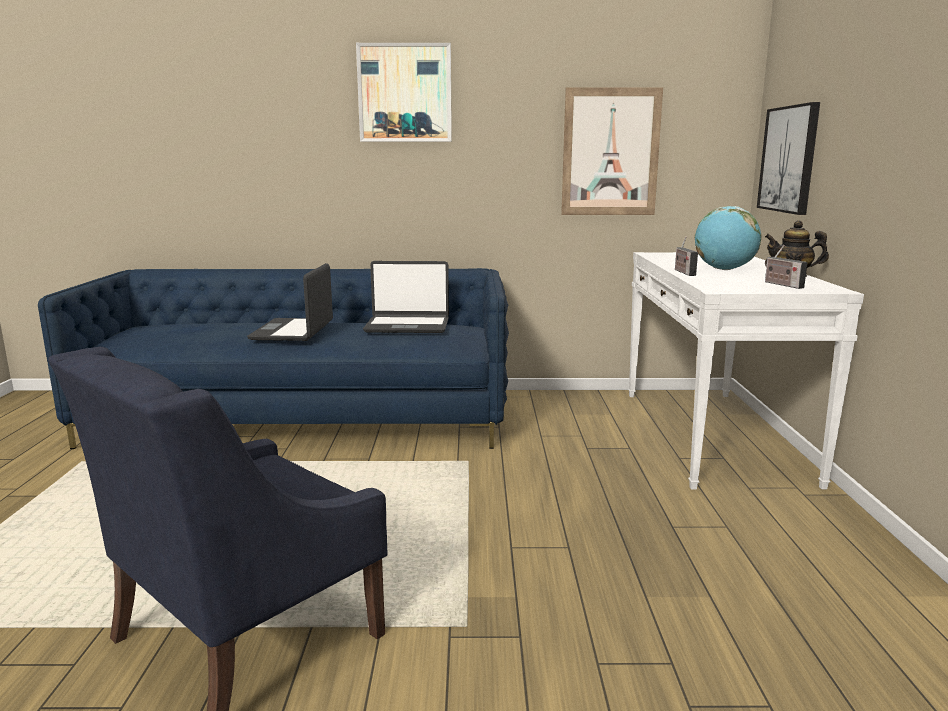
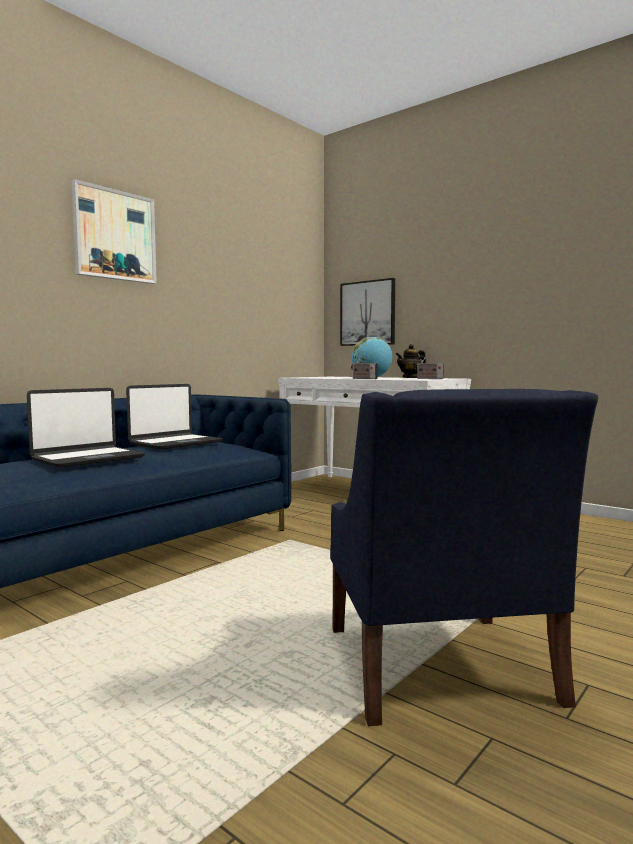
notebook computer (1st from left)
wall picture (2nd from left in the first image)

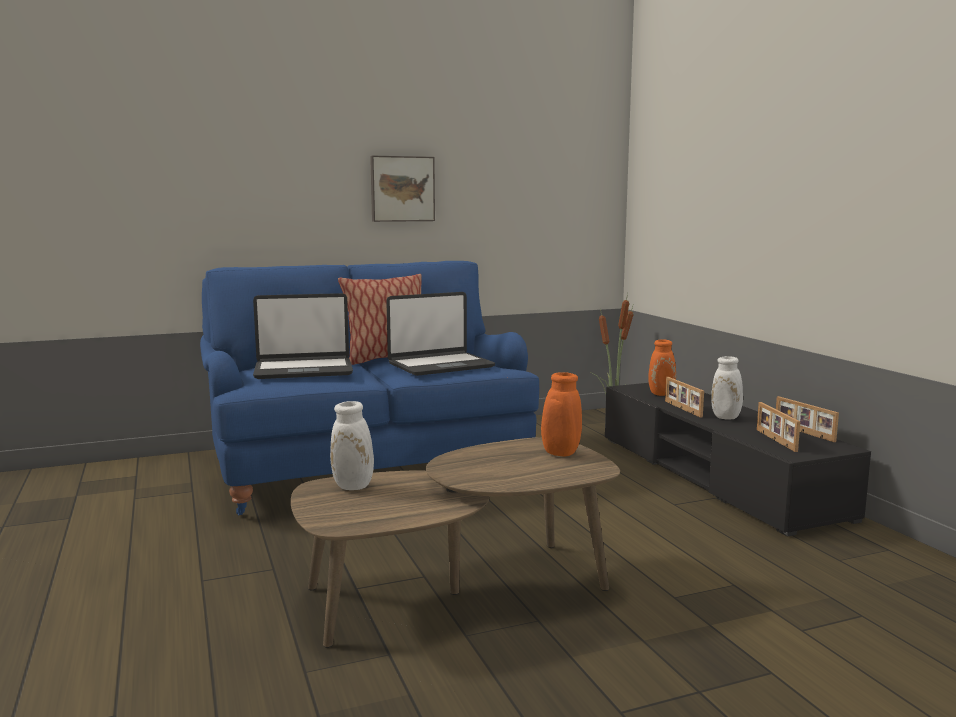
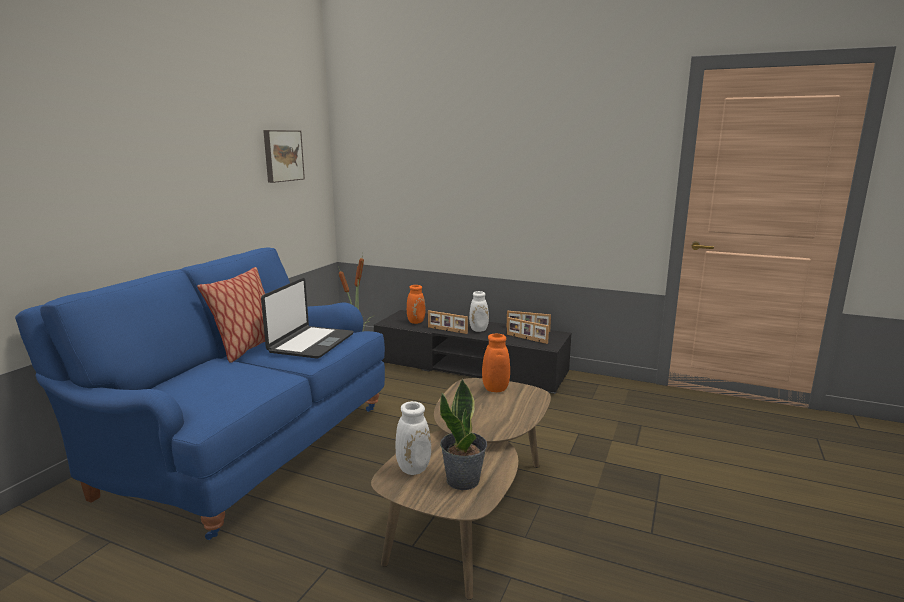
notebook computer (1st from left in the first image)
wall picture
potted plant (2nd from left)

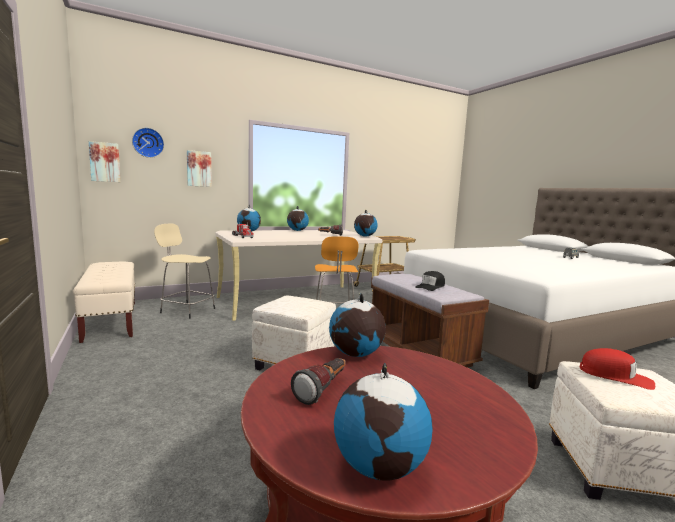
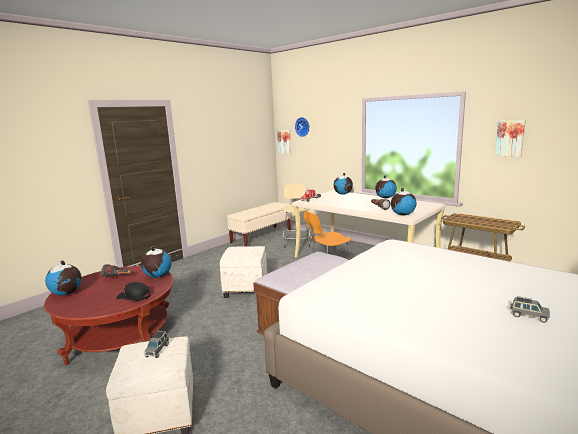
wall picture (2nd from left)
black-coloured cap
greyish model car (1st from left)

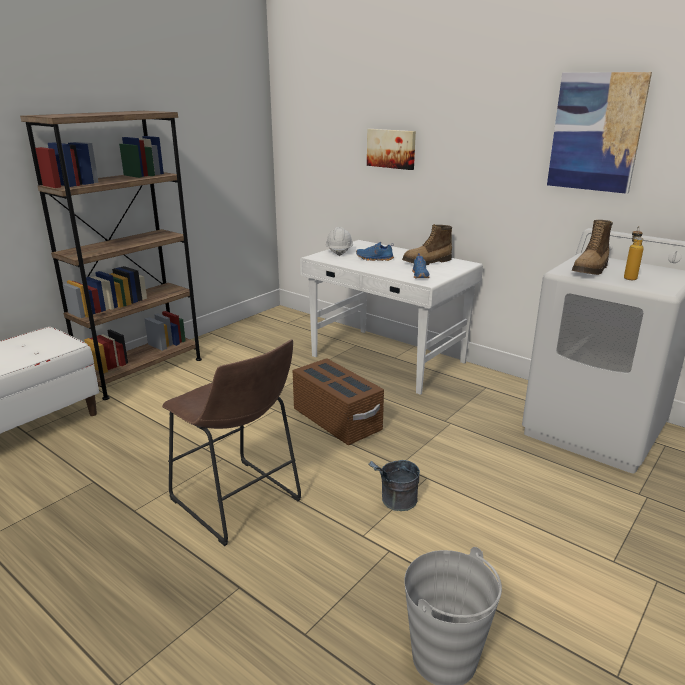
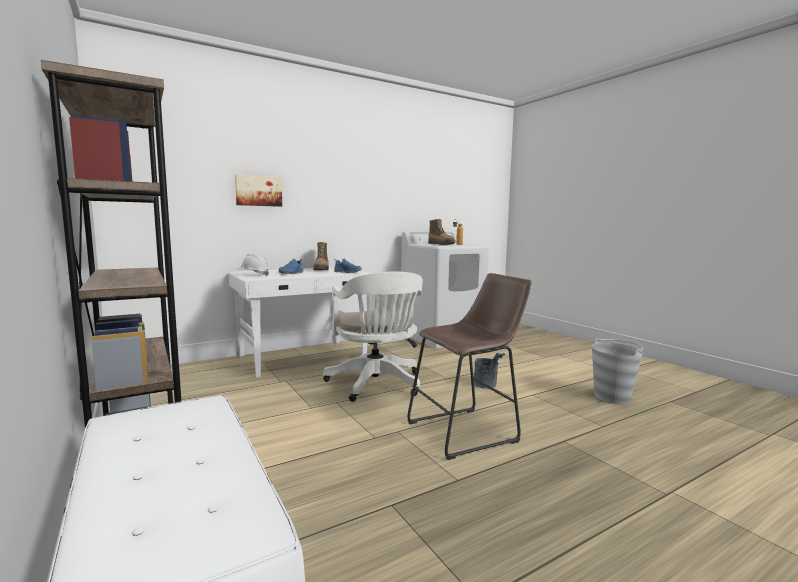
white computer chair
wall picture (2nd from left in the first image)

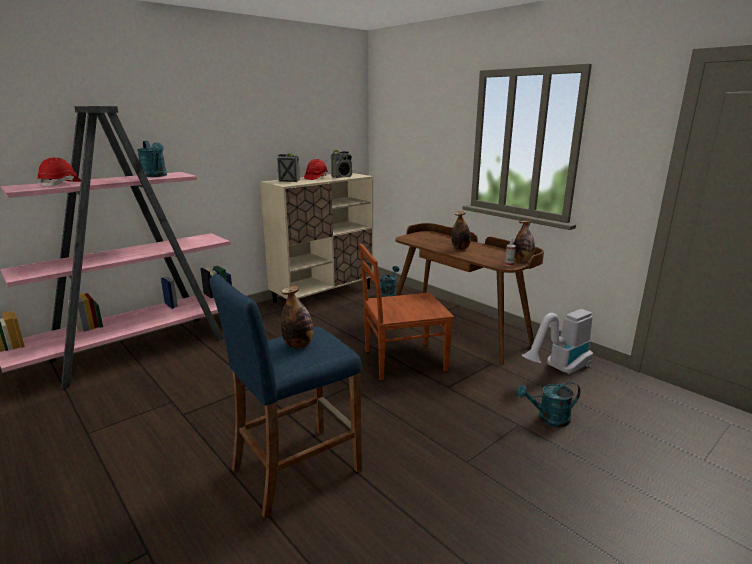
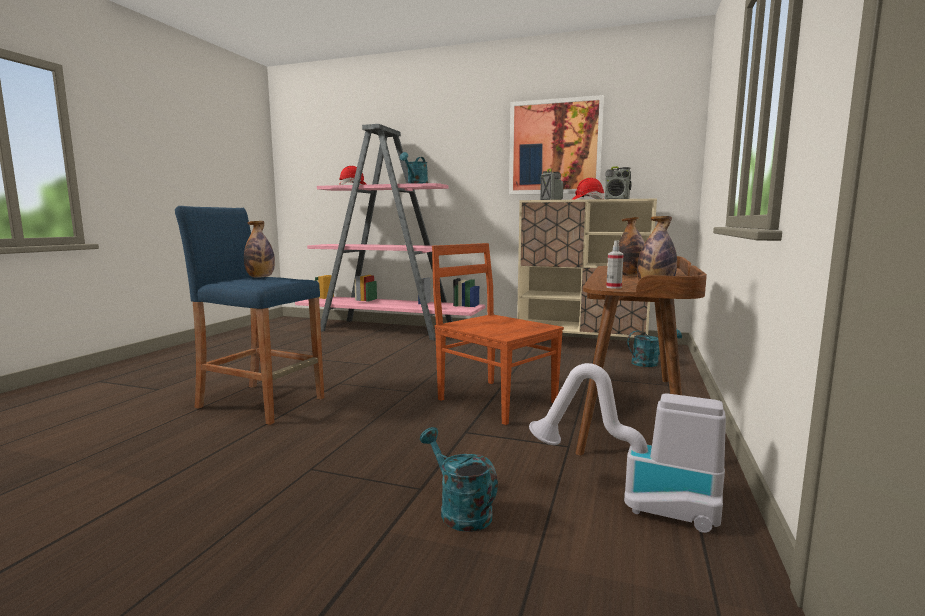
wall picture

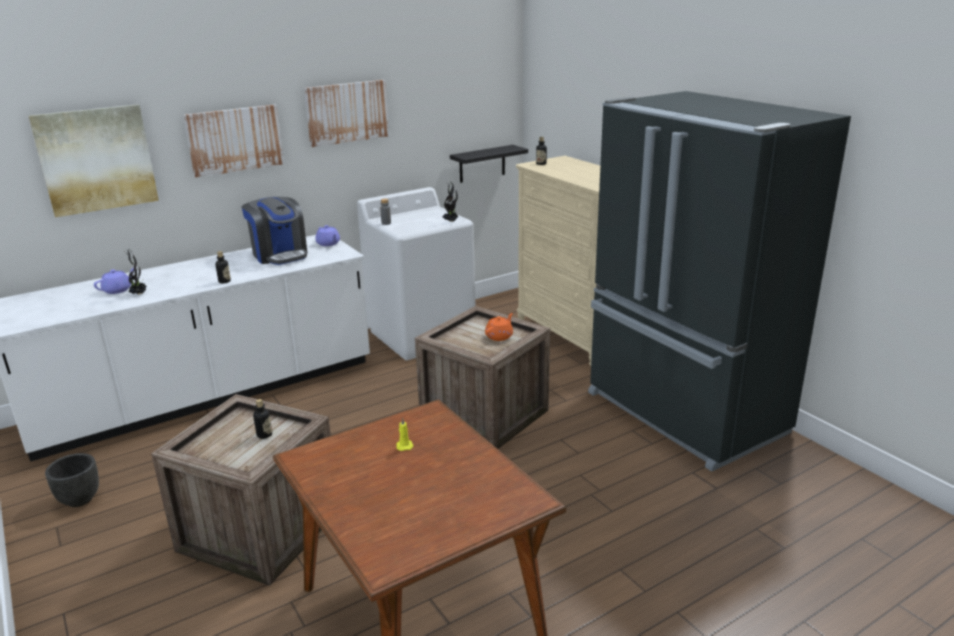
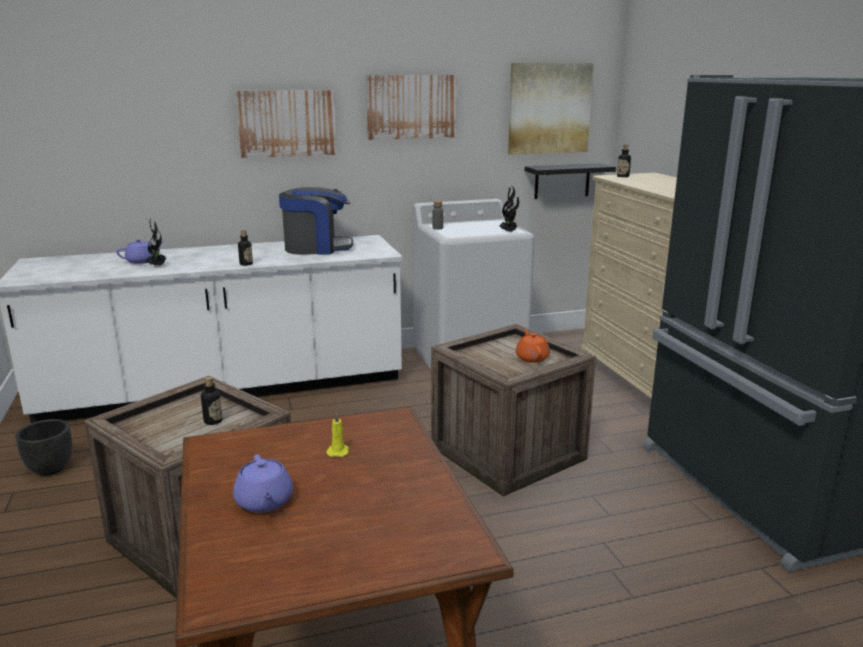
wall picture (3rd from left)
coffee brewer
purple-coloured teapot (2nd from left)
orangey teapot

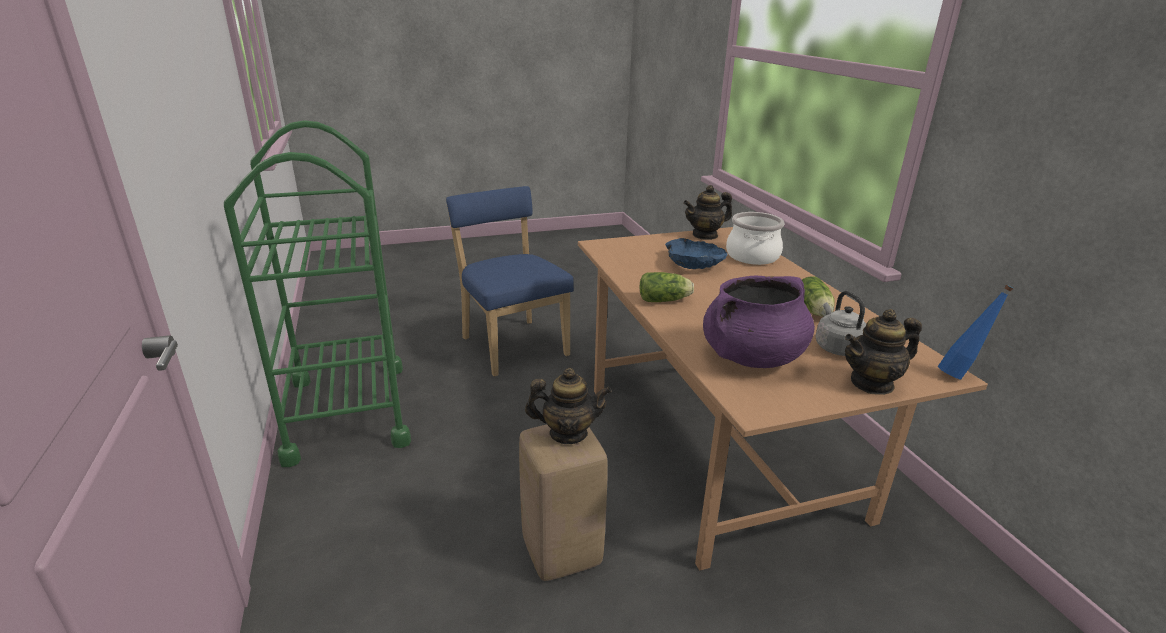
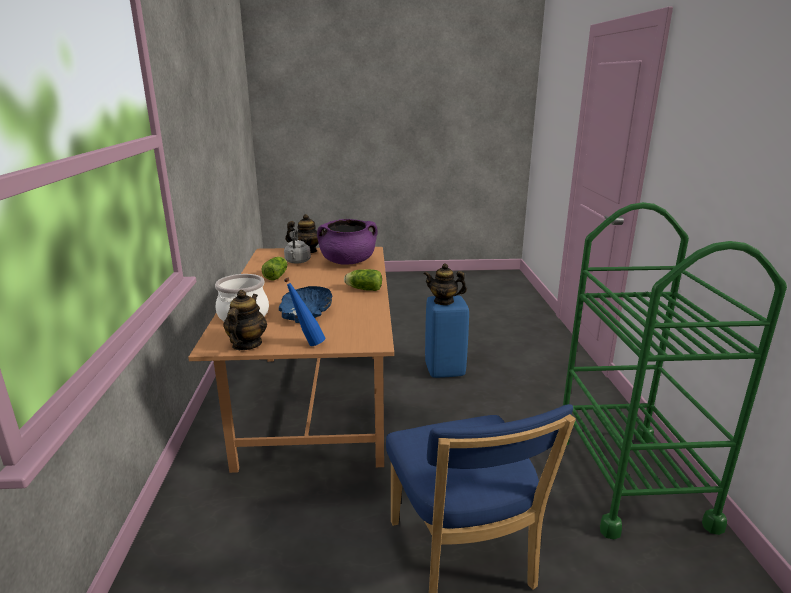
bluish stool
teapot (1st from left)
bluish bottle

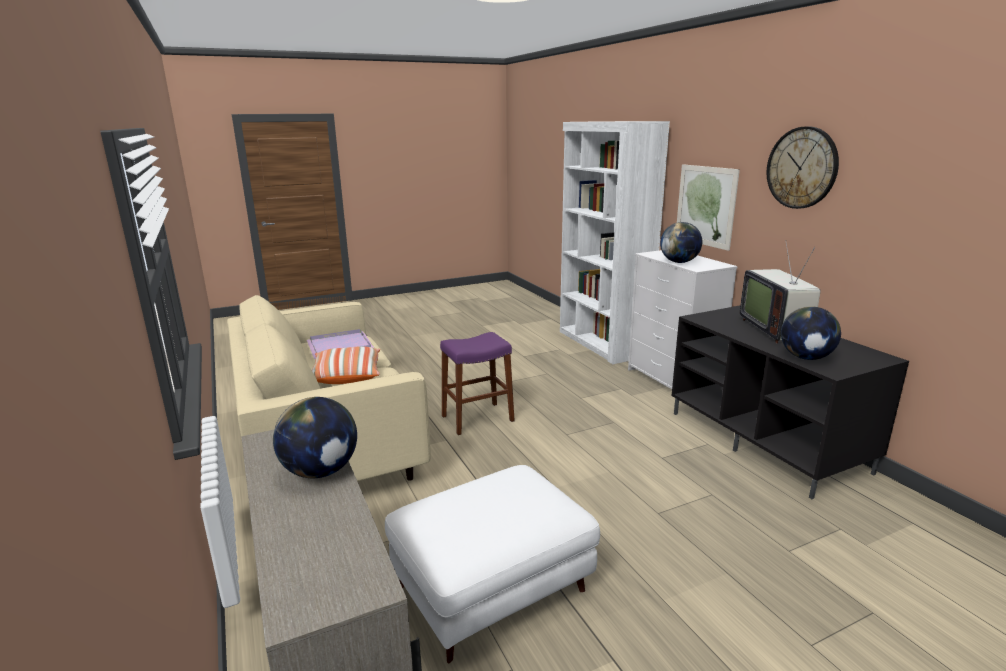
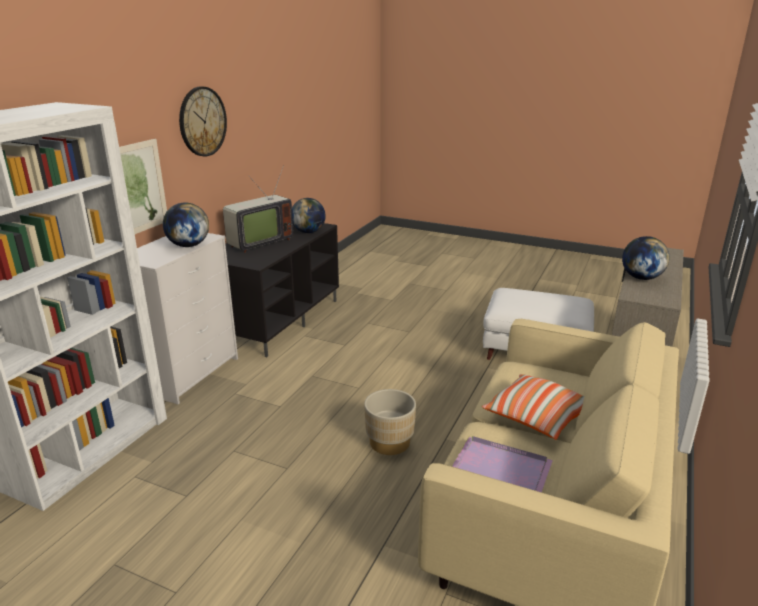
beige-coloured planter

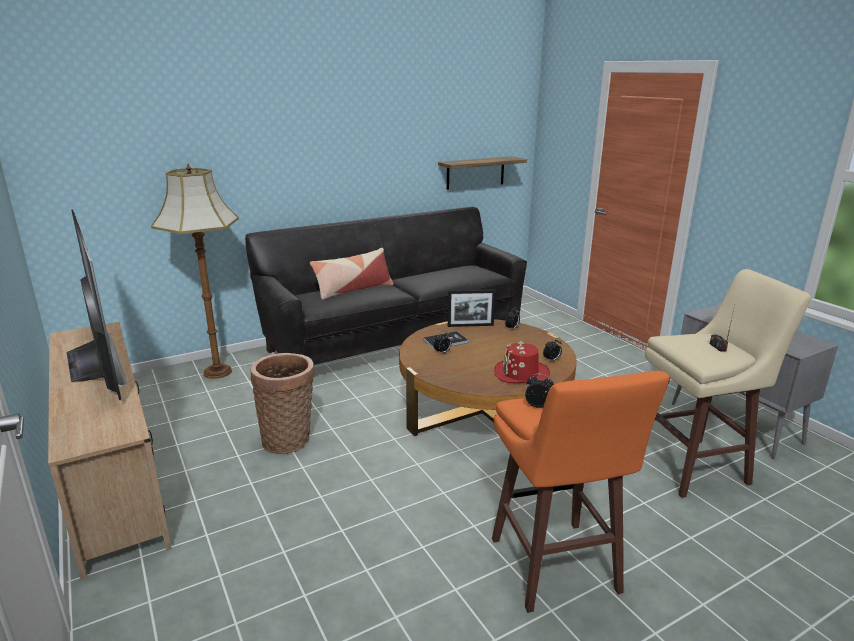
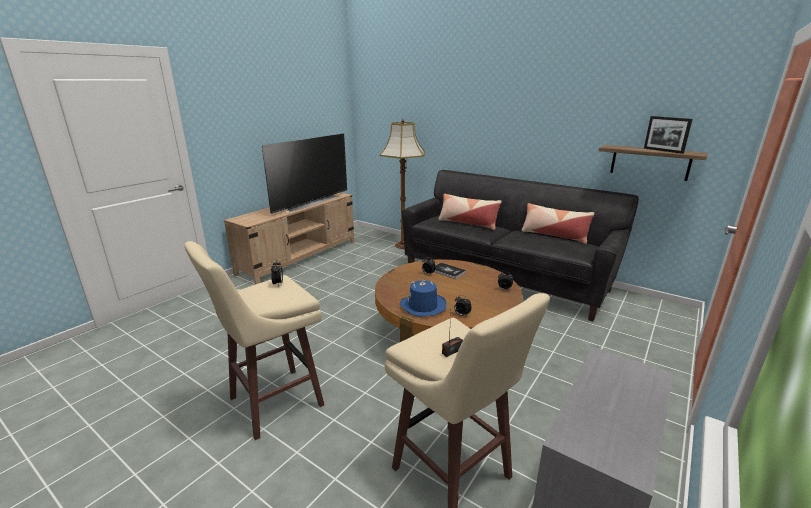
household basket
standing frame
beige-coloured stool (1st from left)
bluish clothing hat
pillow (2nd from left)

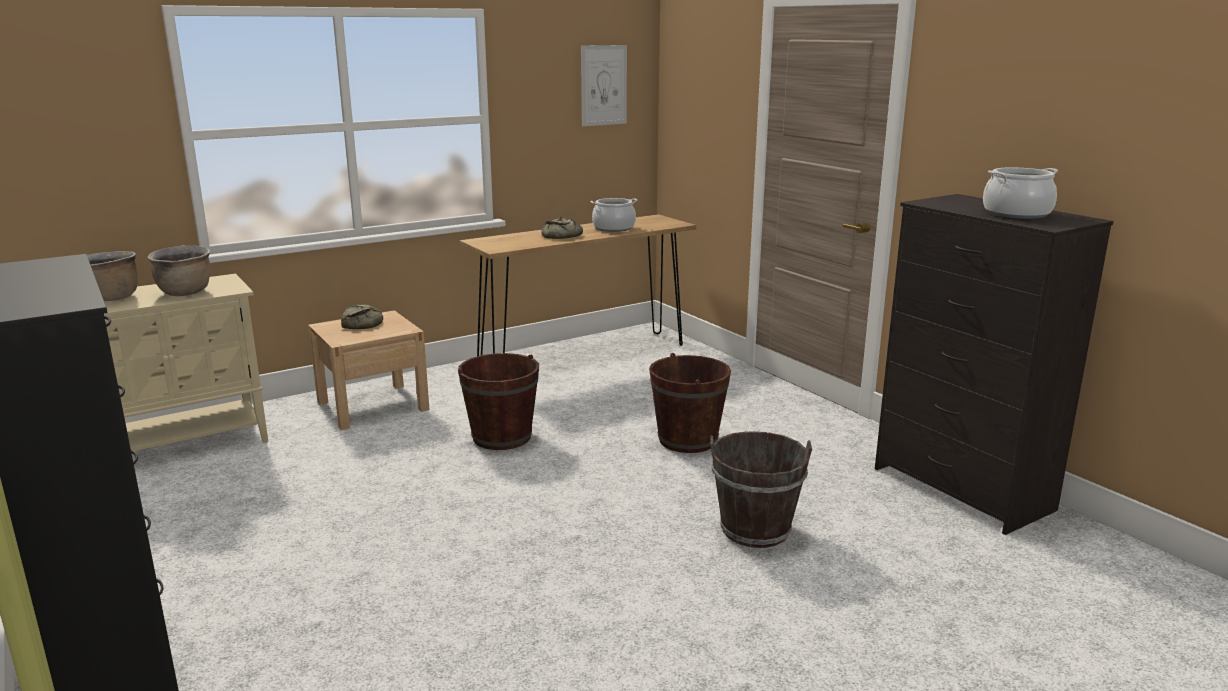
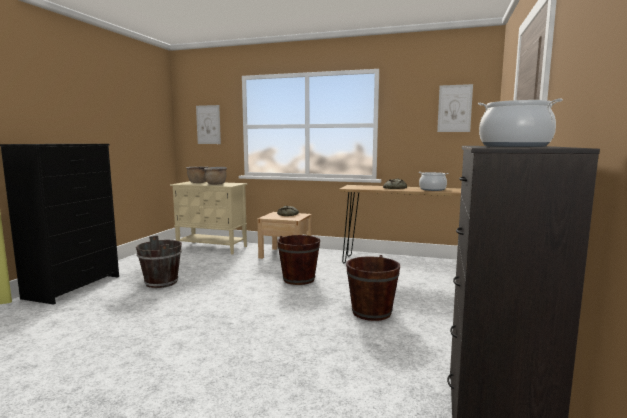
brownish water bucket (1st from left)
wall picture (1st from left)

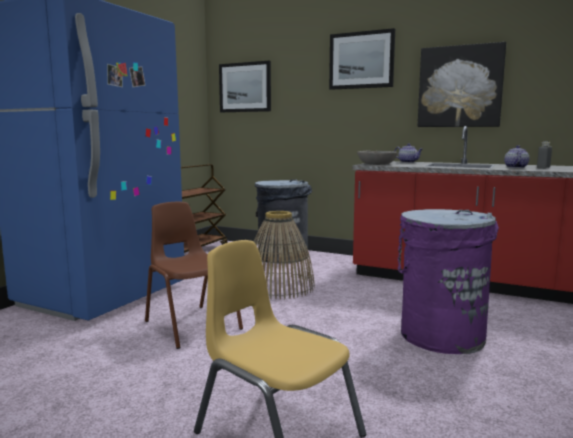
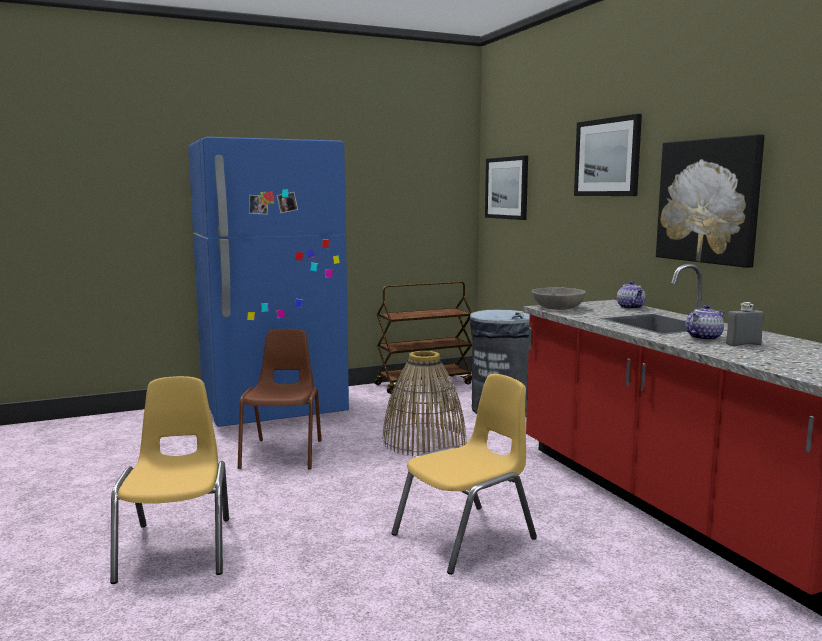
yellowish upright chair (2nd from left)

